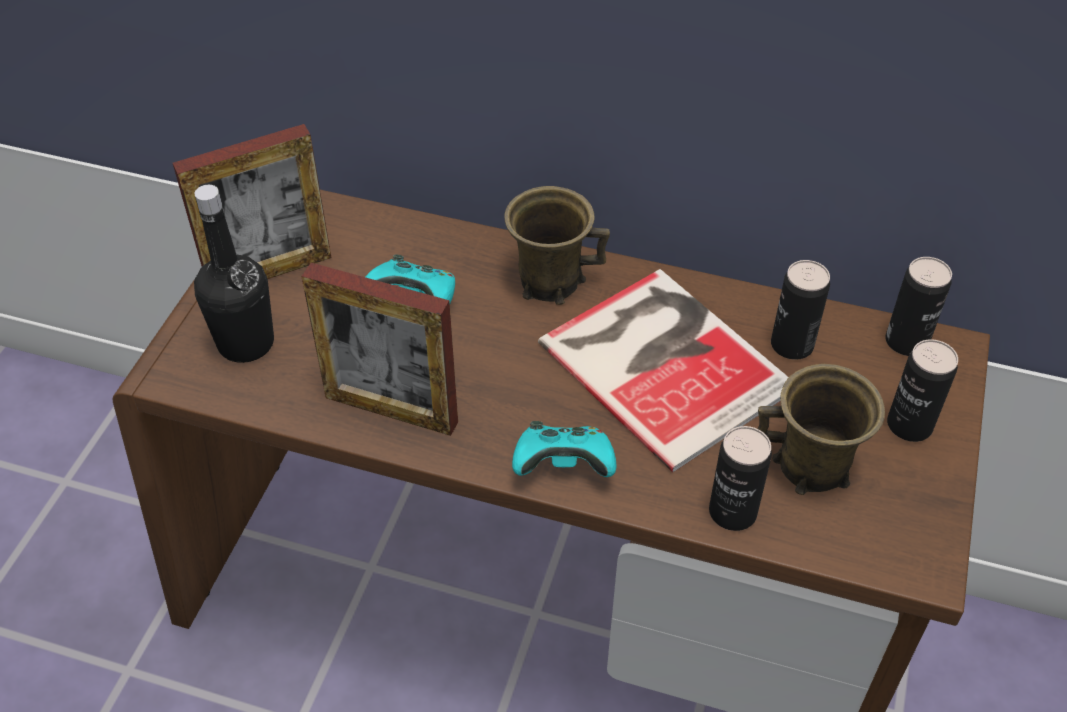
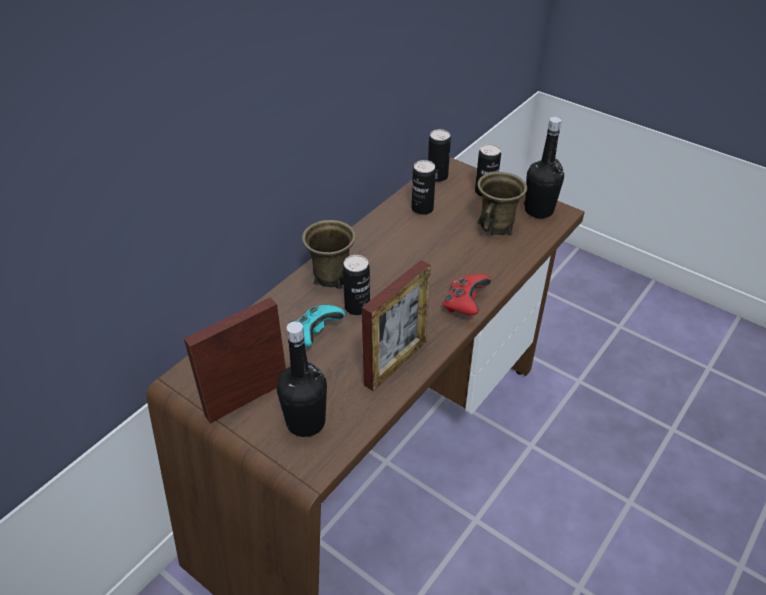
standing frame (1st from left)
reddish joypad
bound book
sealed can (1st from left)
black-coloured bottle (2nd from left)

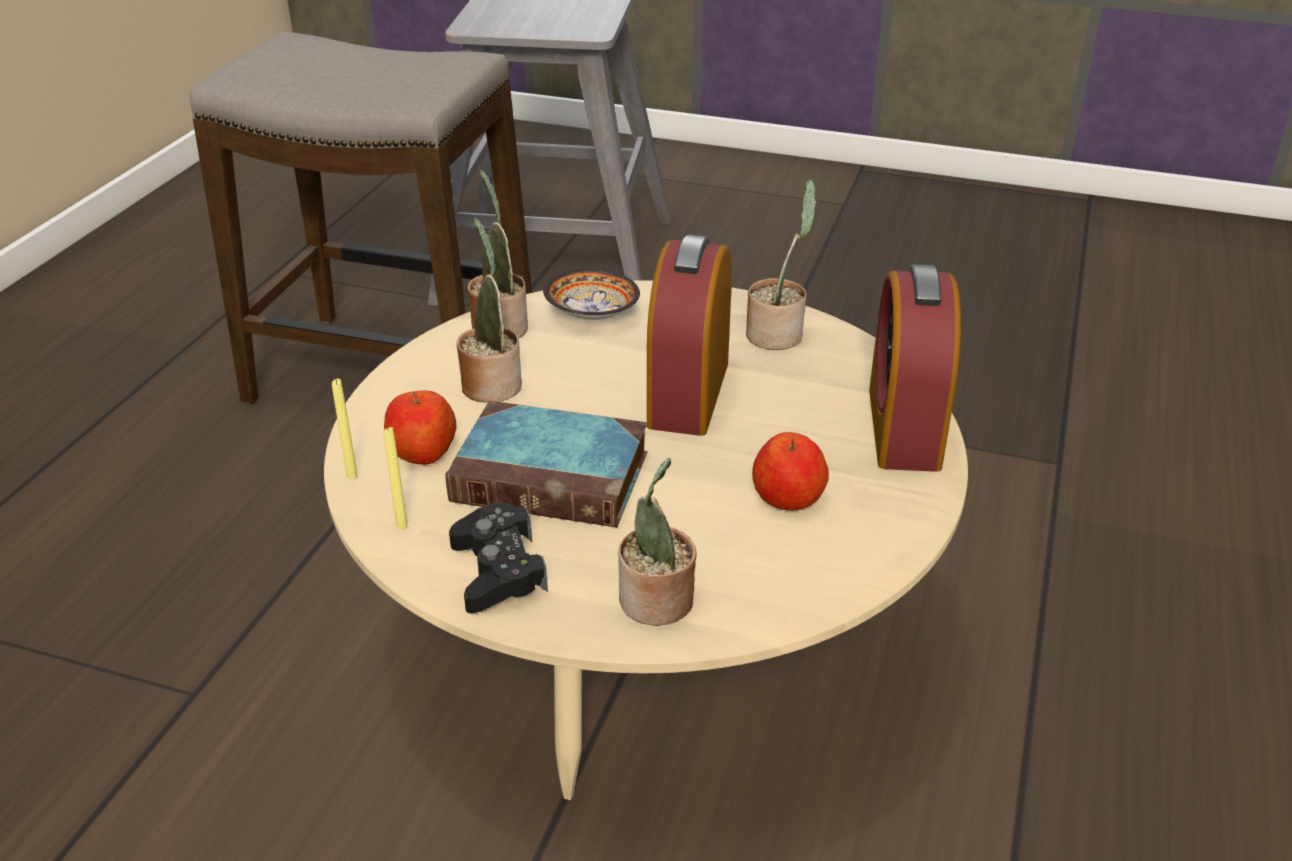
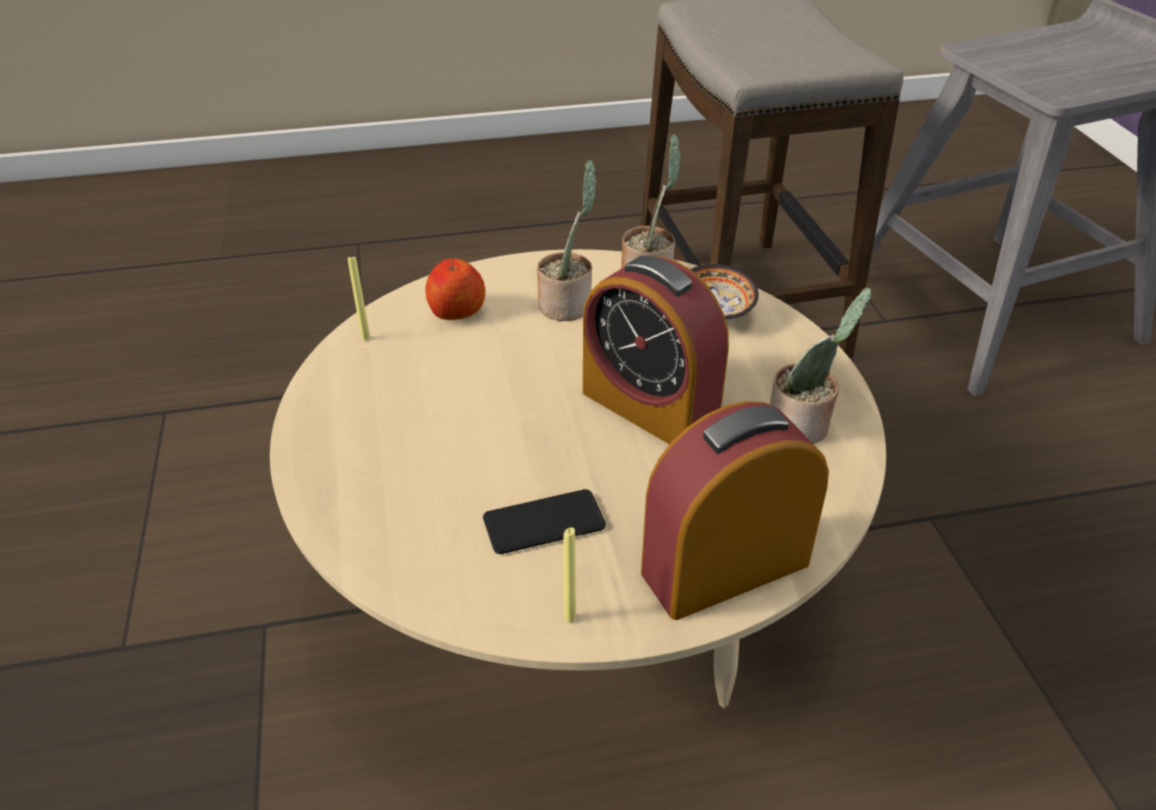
yellowish wax light (2nd from left)
bound book
black-coloured joypad
potted plant (3rd from left in the first image)
alarm clock (1st from left)
handset

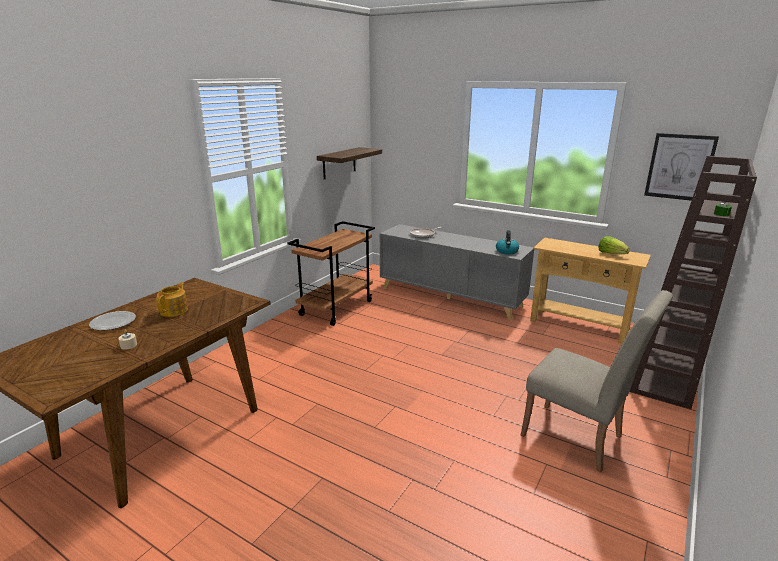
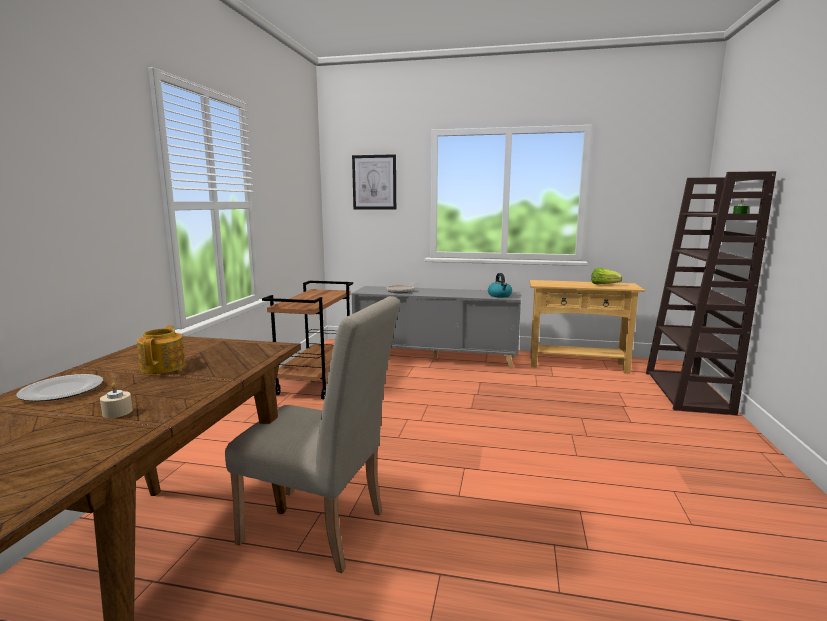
wall shelf
beige-coloured upright chair
wall picture

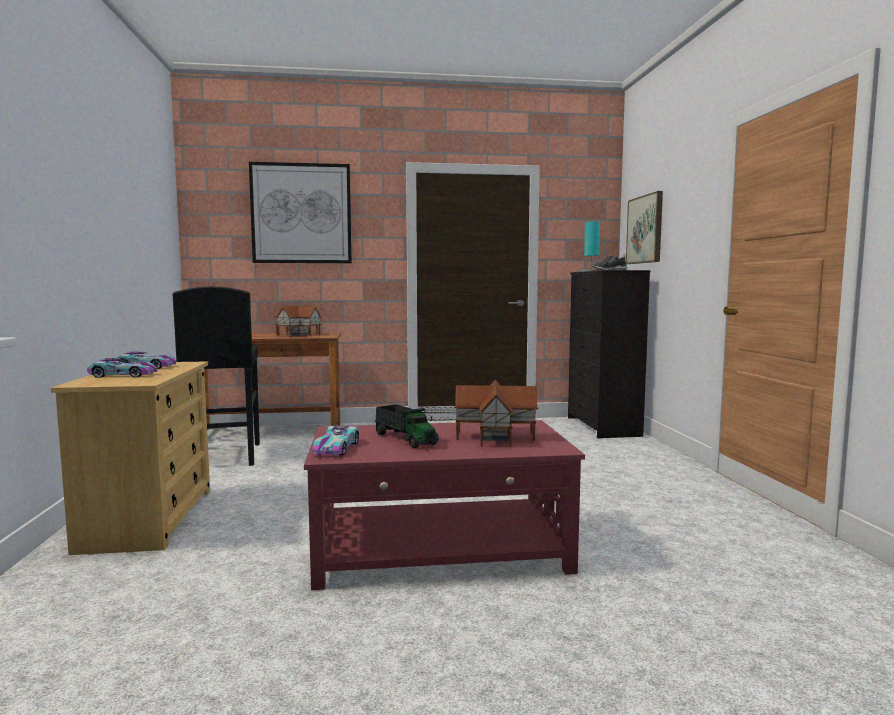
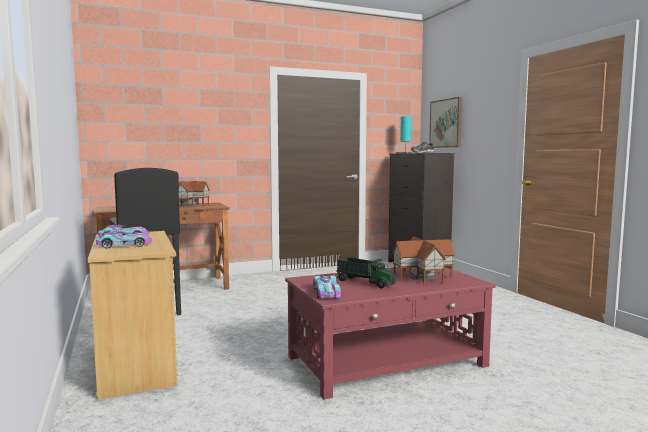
wall picture (1st from left in the first image)

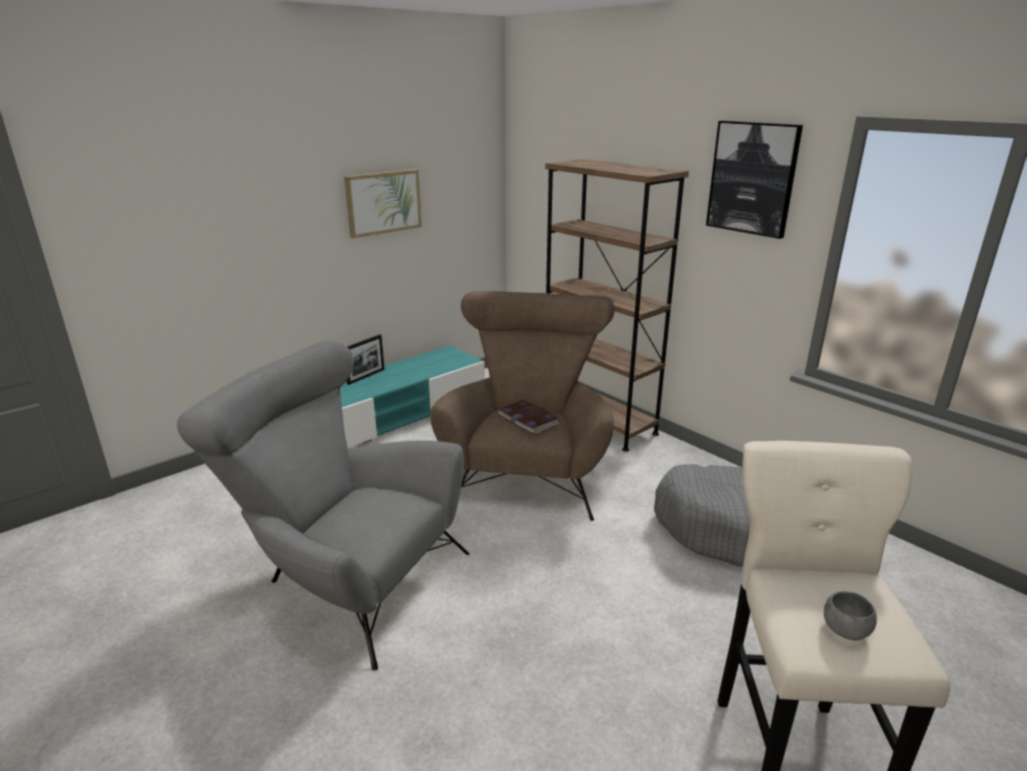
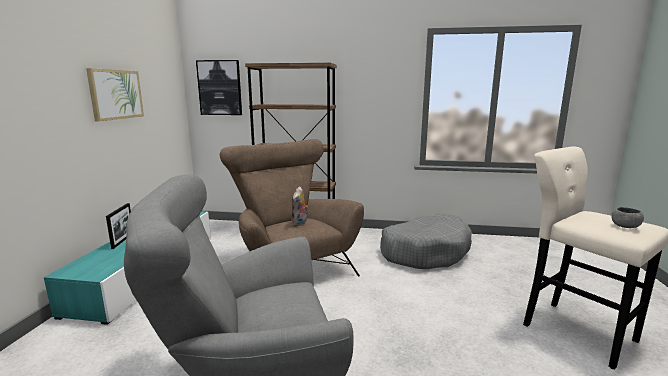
soft toy
wall picture (2nd from left)

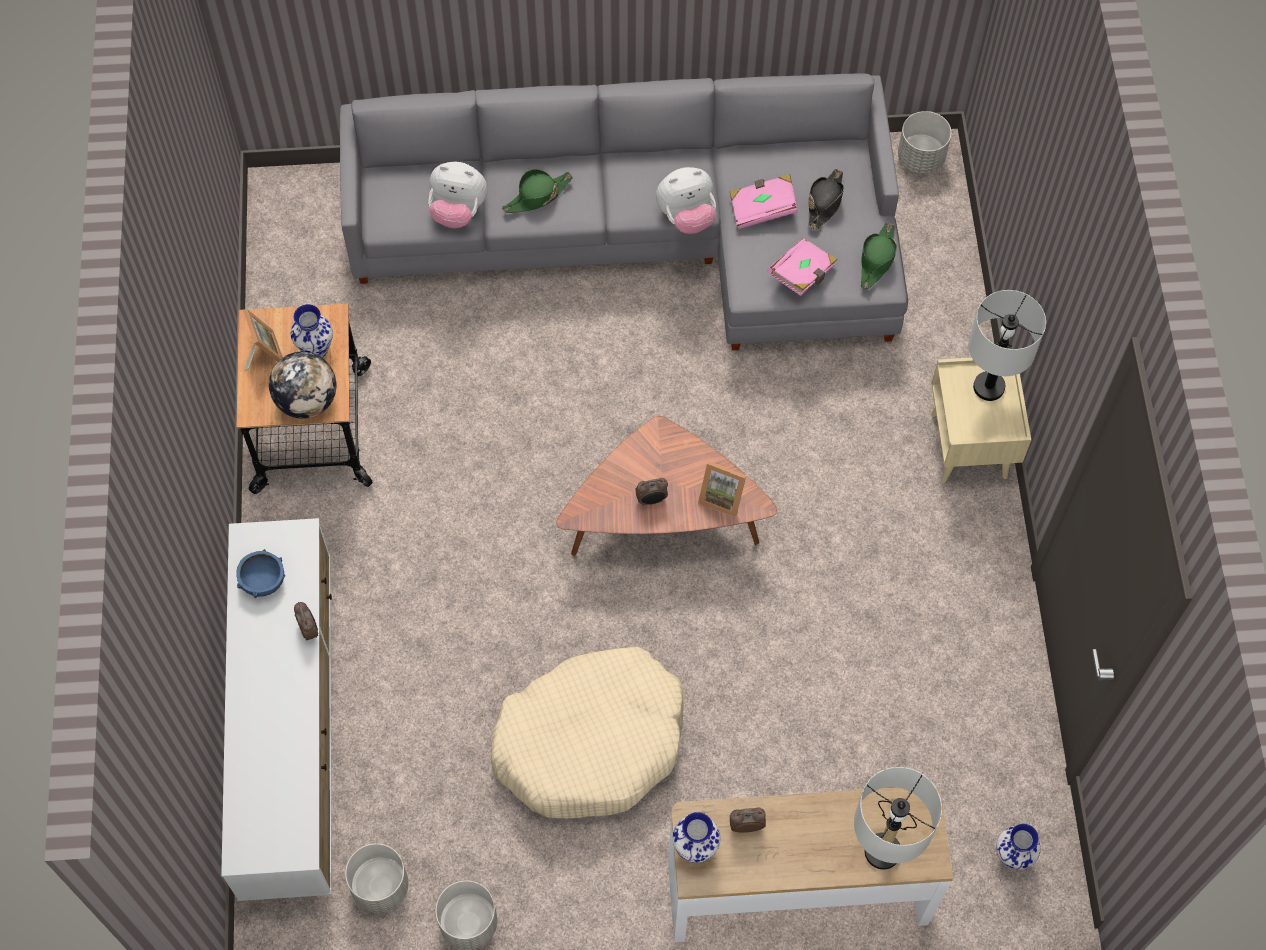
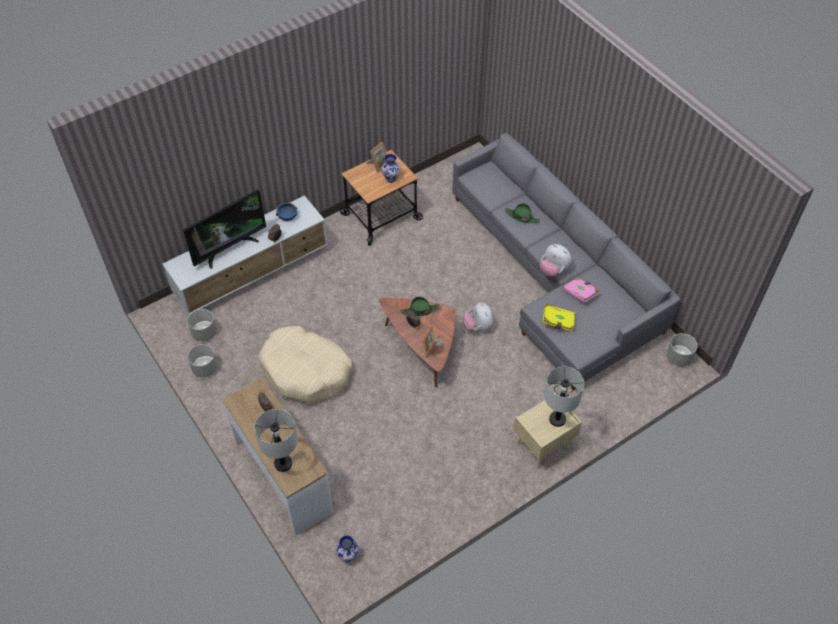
desk globe
soft toy (1st from left)
vase (2nd from left in the first image)
yellowish bound book
black-coloured clothing hat
green-coloured clothing hat (1st from left)
TV

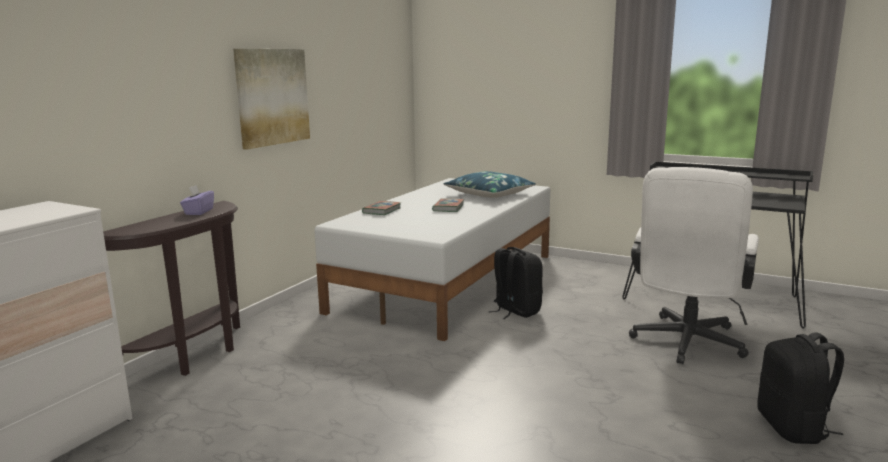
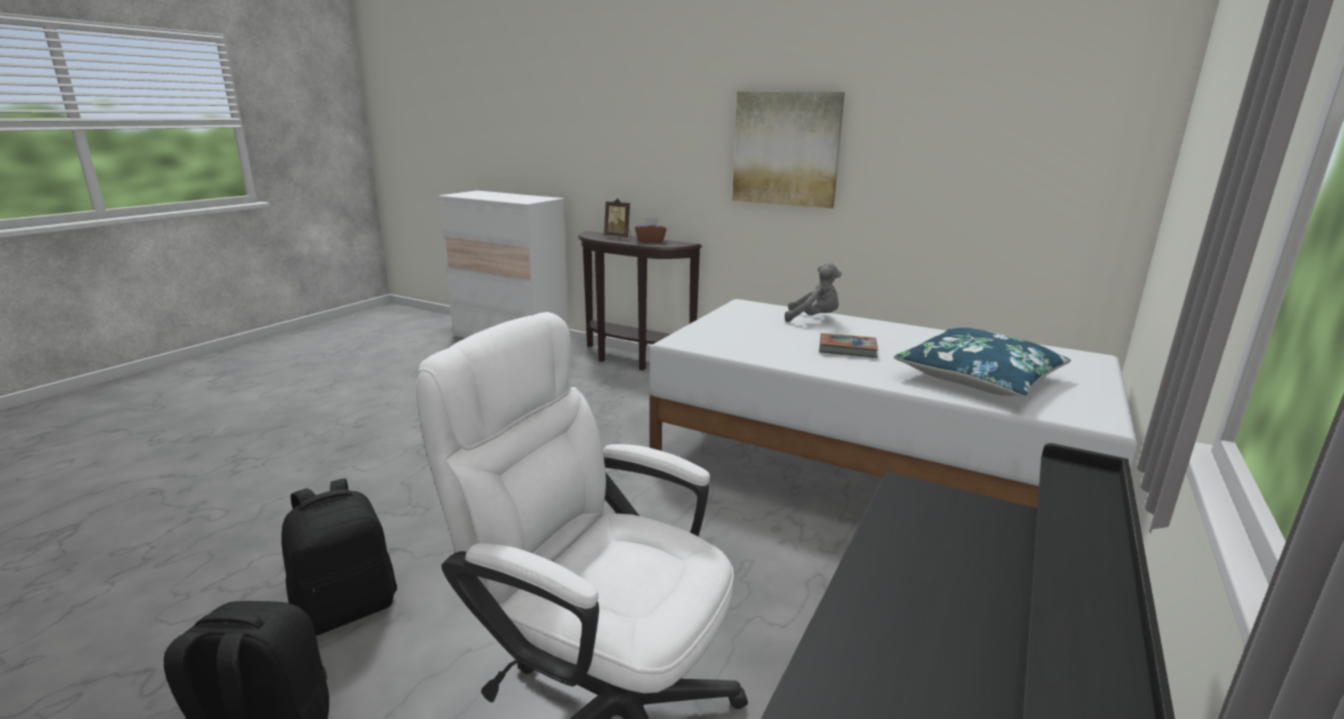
brownish tissue box
greyish soft toy
black-coloured rucksack (2nd from left)
standing frame

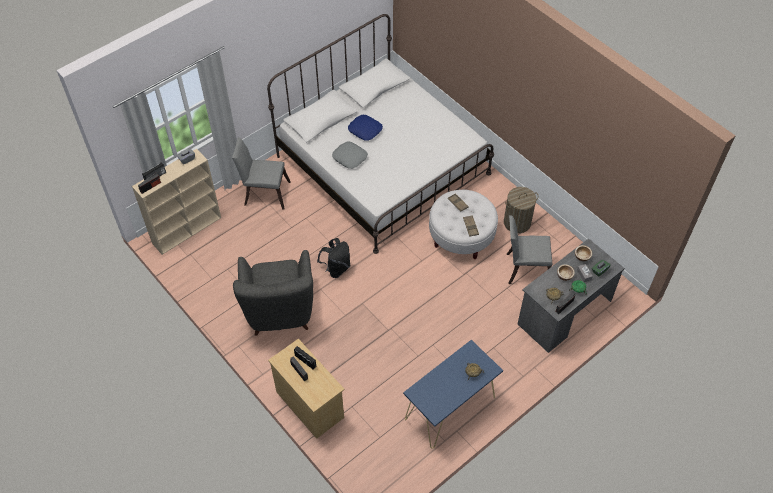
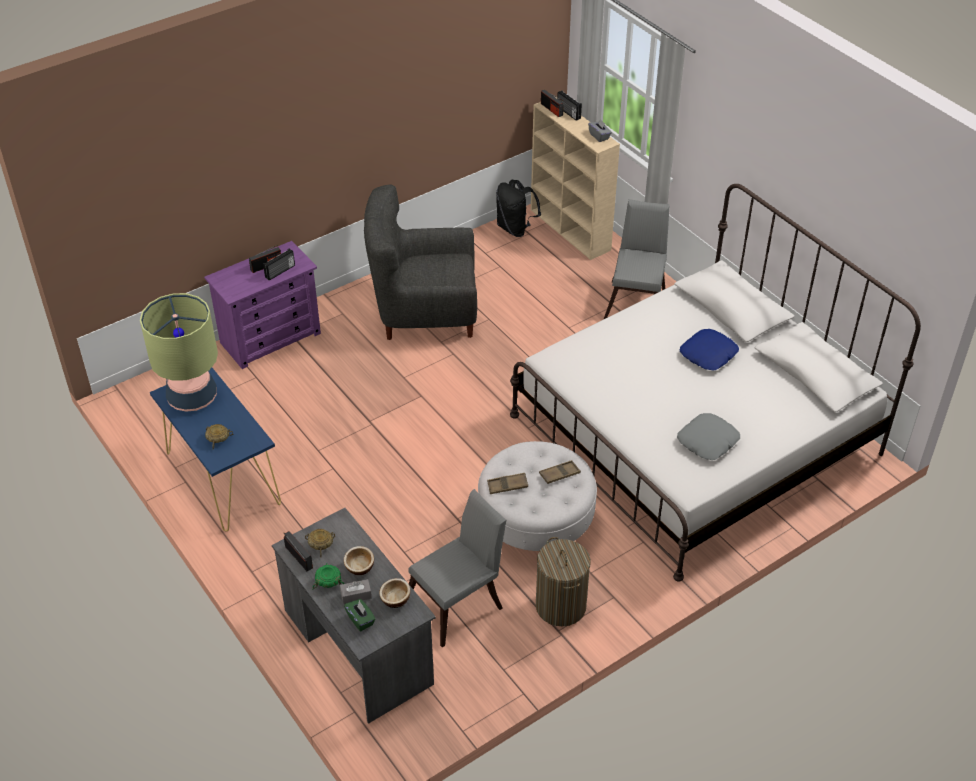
purple-coloured chest of drawers
black-coloured rucksack
greyish pillow
greyish upright chair (1st from left)
table lamp

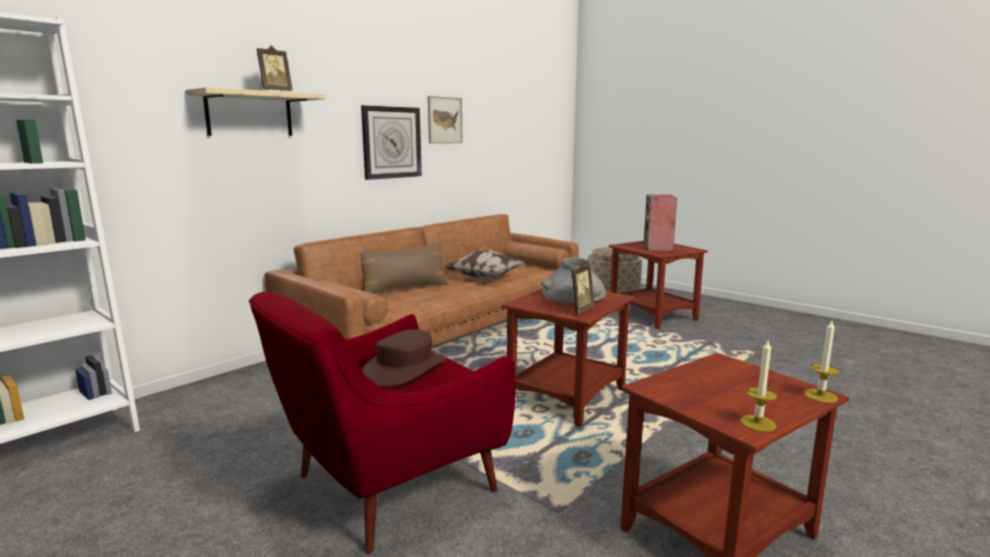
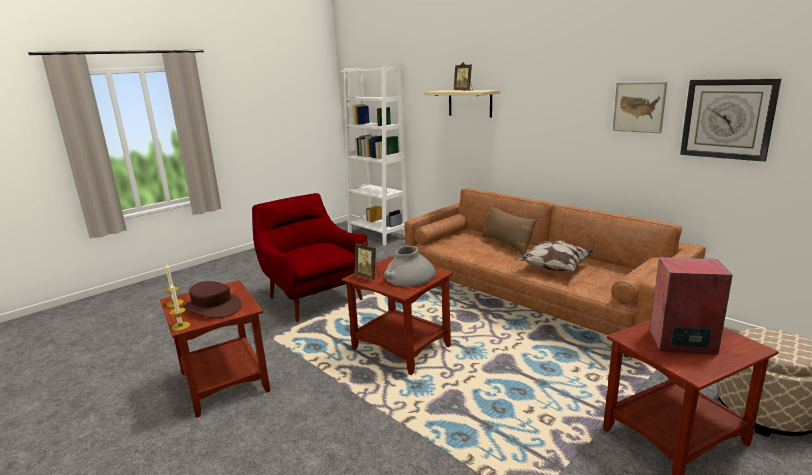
clock on the wall
brownish clothing hat

